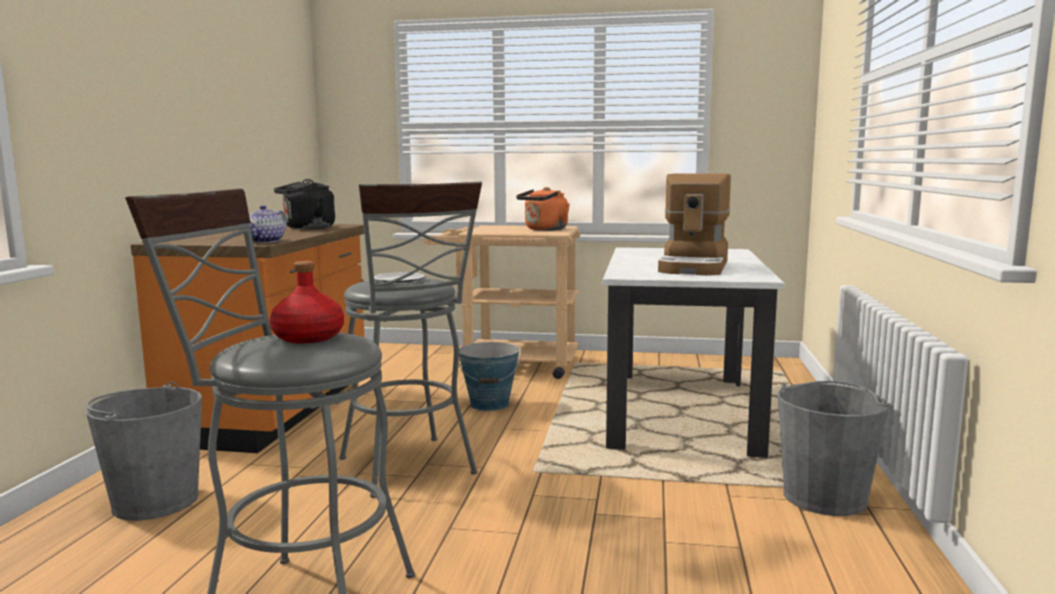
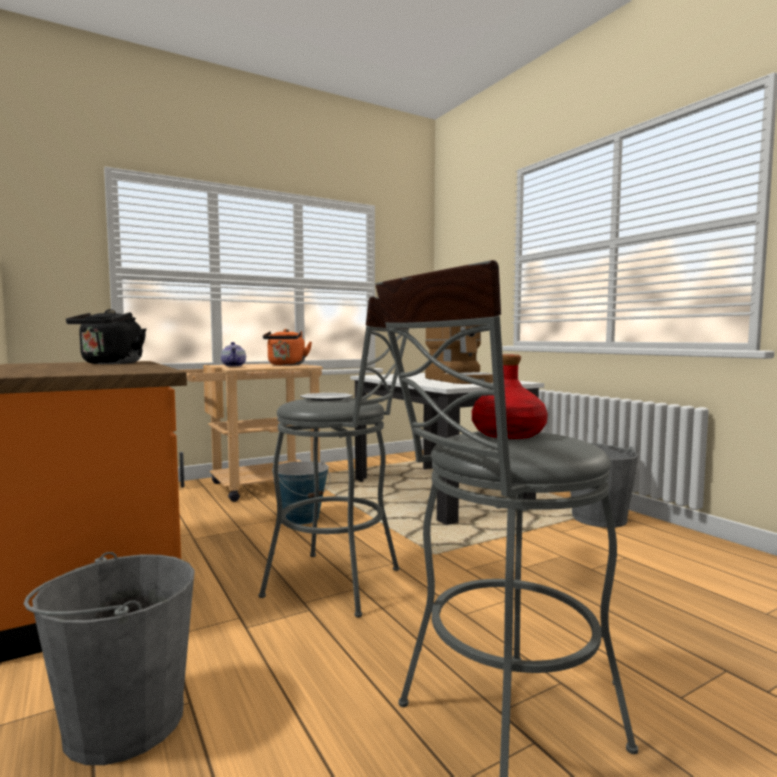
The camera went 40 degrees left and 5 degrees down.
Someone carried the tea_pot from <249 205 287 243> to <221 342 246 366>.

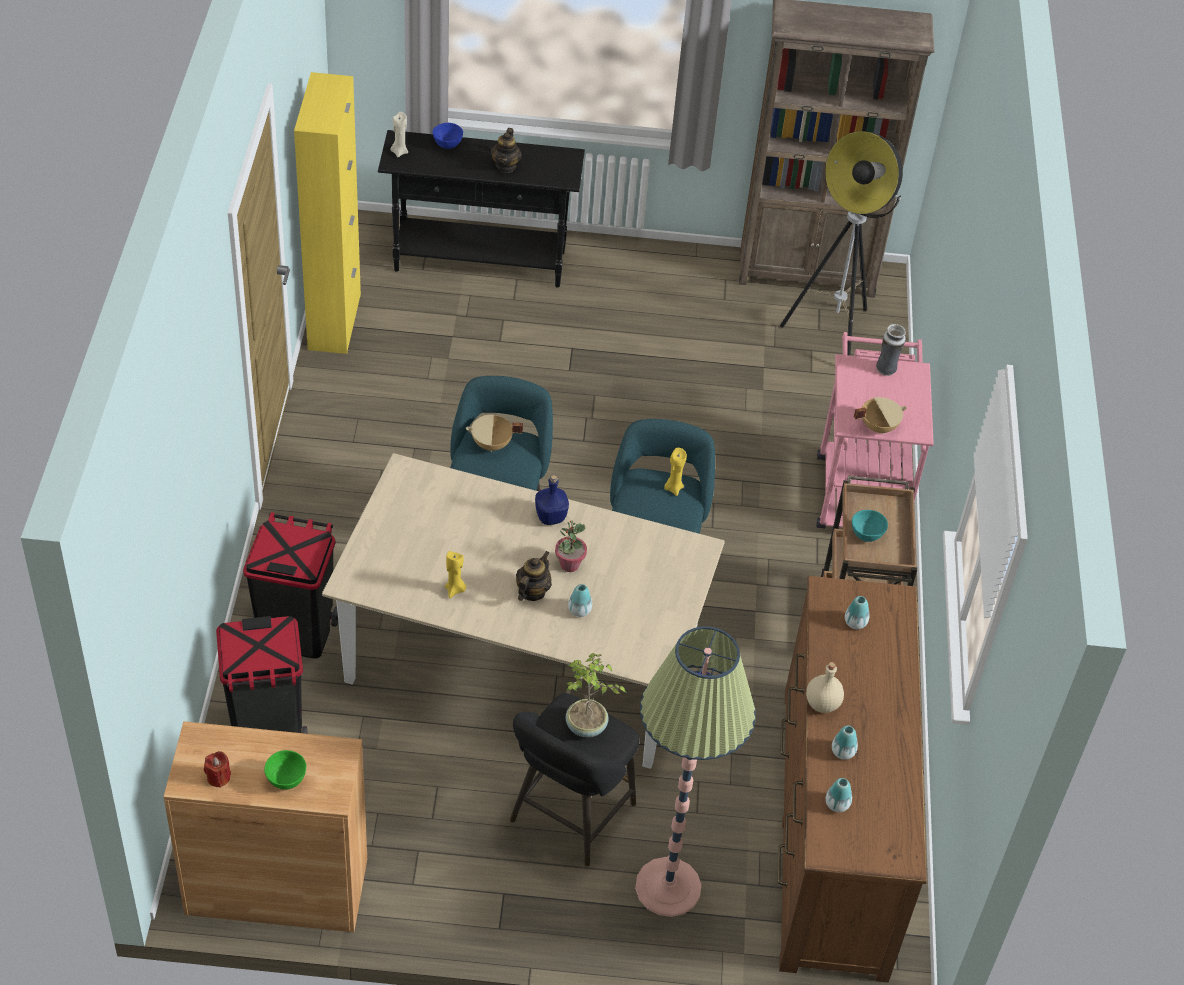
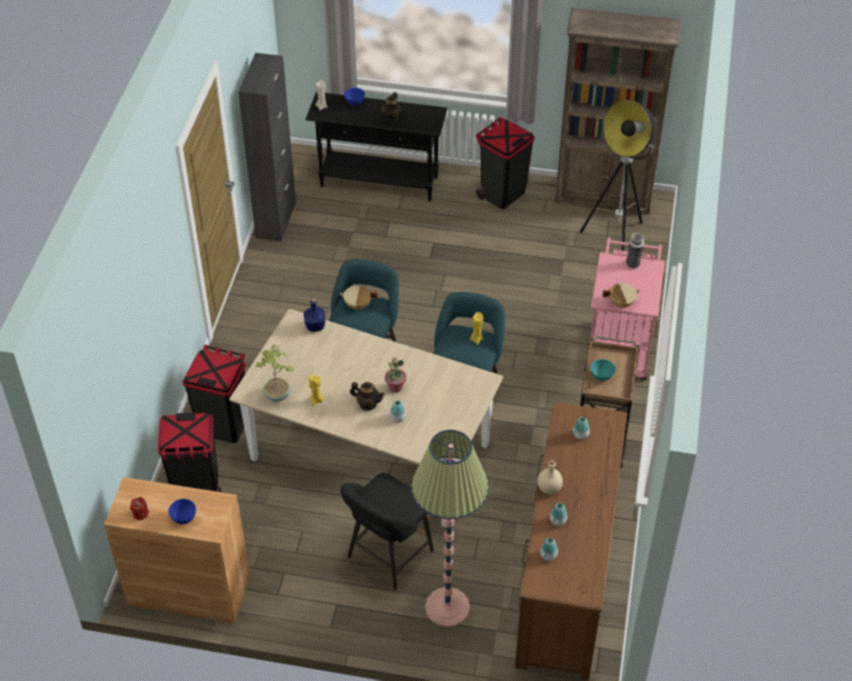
The camera went 10 degrees right and 0 degrees up.
Someone repainted the green_bowl at <264 750 306 790>, which became the blue_bowl at <168 499 196 524>.
Someone repainted the yellow_cabinet at <294 72 361 354>, which became the black-coloured_cabinet at <238 53 296 242>.
Someone rotated the tea_pot at <516 551 552 601> by 75 degrees clockwise.
Someone carried the blue_beverage_bottle from <535 475 569 525> to <304 298 325 332>.
Someone carried the plant_in_a_pot from <565 653 626 738> to <256 345 294 401>.
Someone put down the black-coloured_trash_can at <476 117 535 209>.

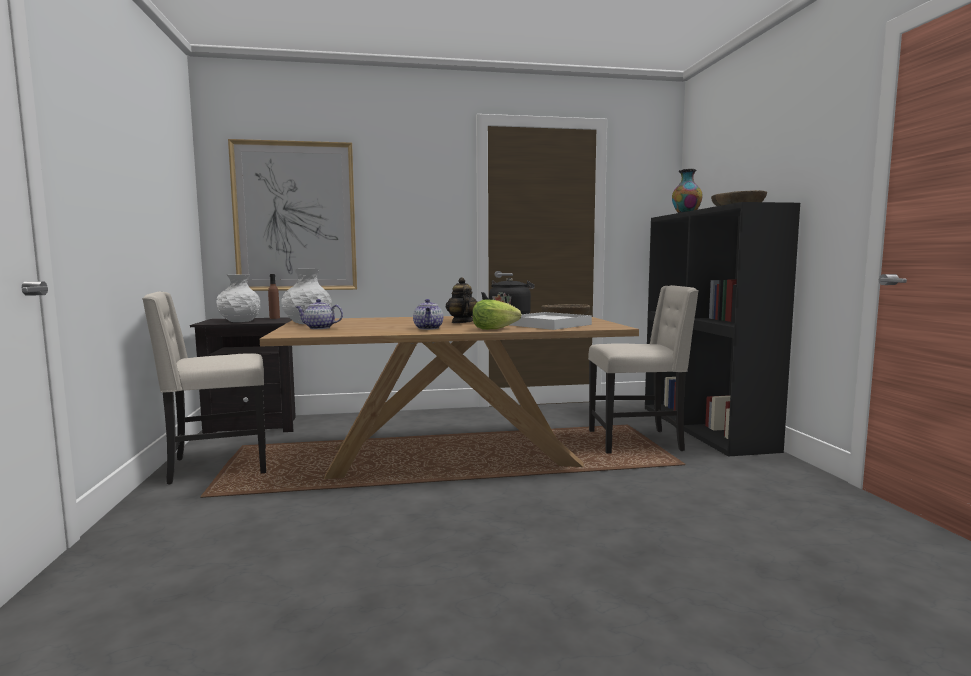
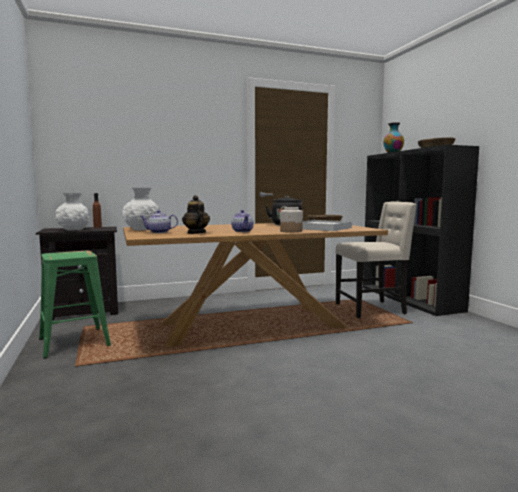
The camera went 10 degrees left and 0 degrees up.
Someone swapped the beige-coloured_upright_chair at <142 291 266 484> for the green_stool at <39 251 111 359>.
Someone took away the picture at <228 139 357 291>.
Someone carried the tea_pot from <446 277 477 323> to <182 195 210 234>.
Someone swapped the lettuce_head at <472 299 521 330> for the jar at <280 207 303 233>.

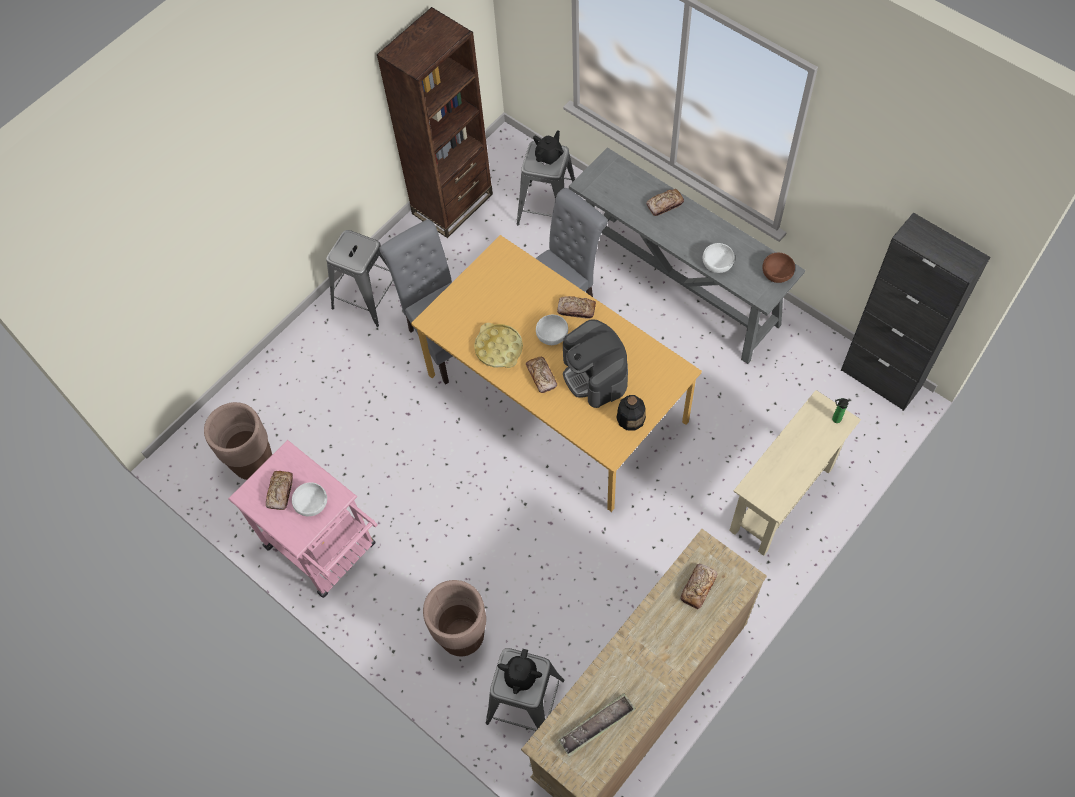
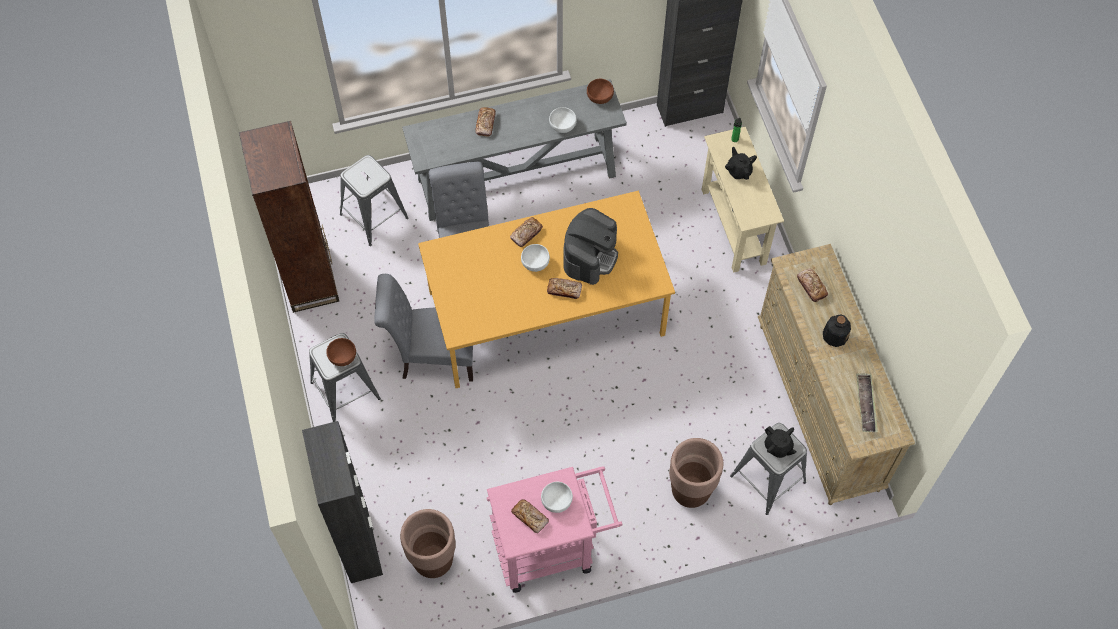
The camera went 60 degrees left and 0 degrees up.
Someone took away the yellow_serving_tray at <474 323 523 368>.
Someone carried the black-coloured_tea_pot from <533 130 564 165> to <725 147 757 180>.
Someone rotated the coffee_maker at <563 320 628 408> by 75 degrees counterclockwise.
Someone carried the beverage_bottle from <617 395 646 430> to <823 314 851 347>.
Someone put down the black-coloured_cabinet at <302 421 383 583>.
Someone put down the brown_bowl at <326 338 356 366>.

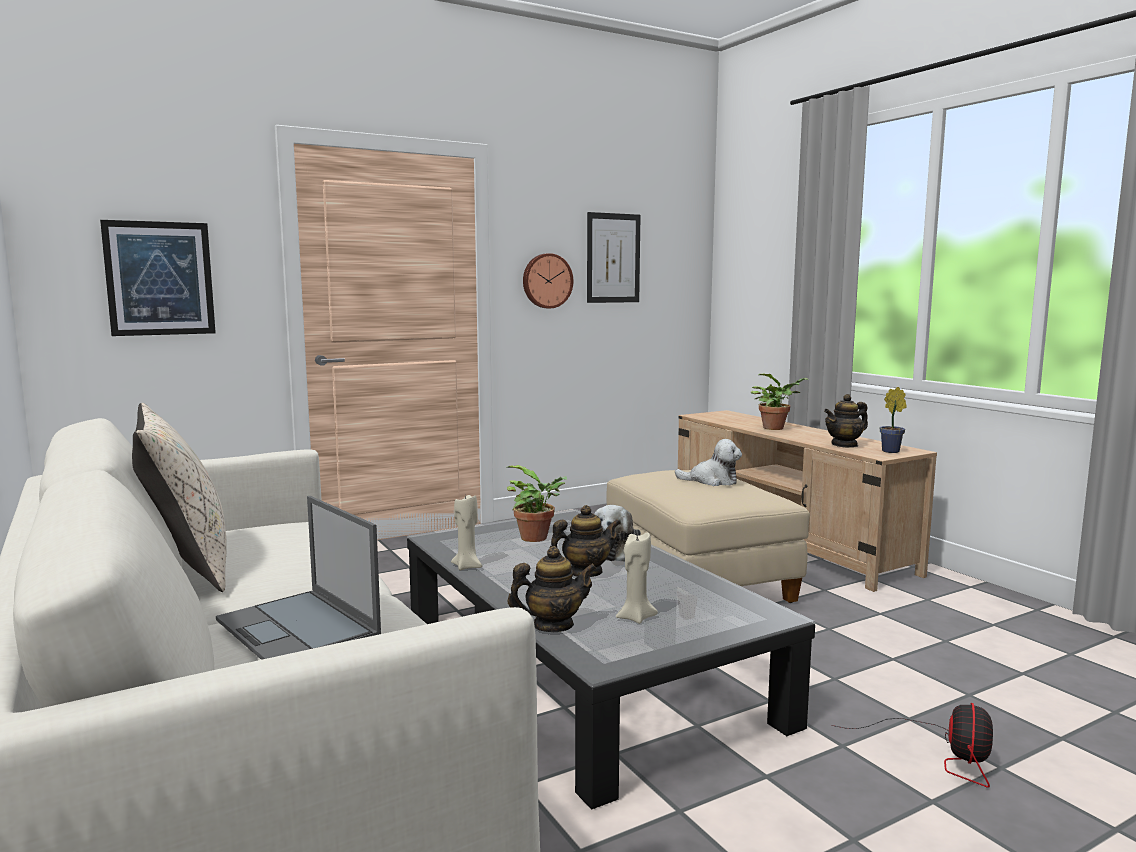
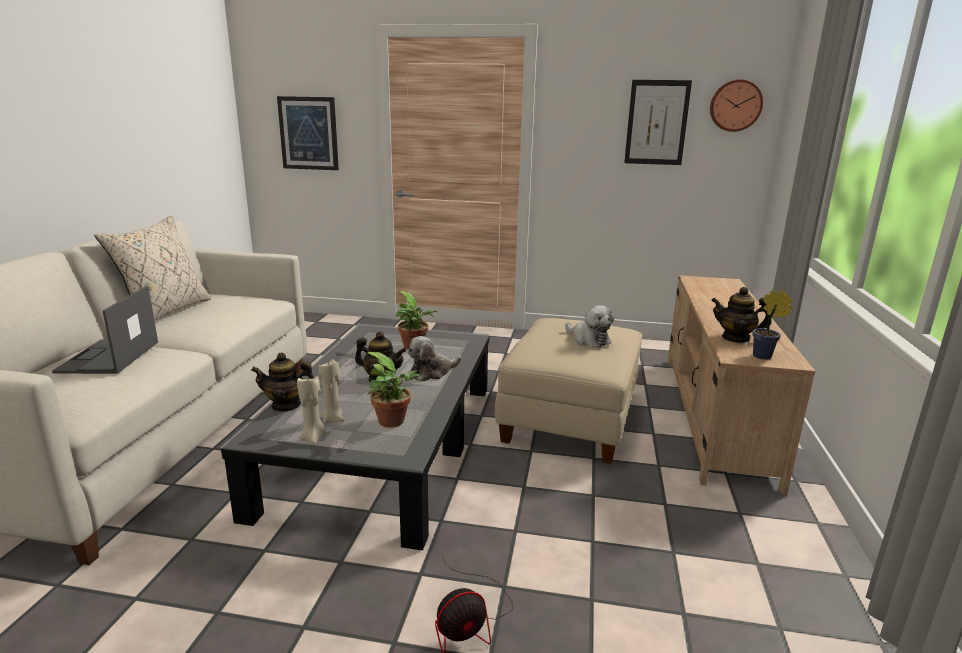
The camera went 40 degrees right and 10 degrees up.
Someone carried the beige-coloured_candle from <451 495 482 570> to <297 374 326 445>.
Someone rotated the tea_pot at <508 546 597 632> by 150 degrees clockwise.
Someone carried the wall_clock from <523 253 573 309> to <710 80 763 132>.
Someone carried the plant_in_a_pot from <751 373 809 430> to <367 352 420 428>.

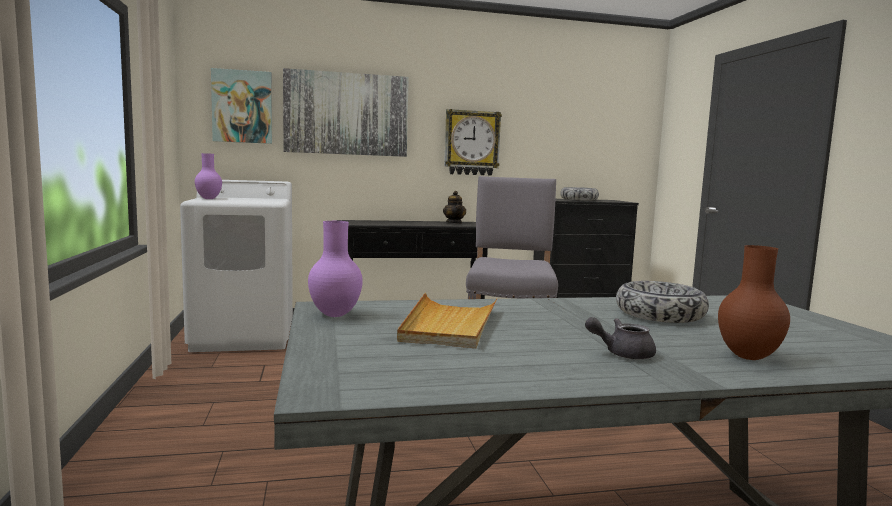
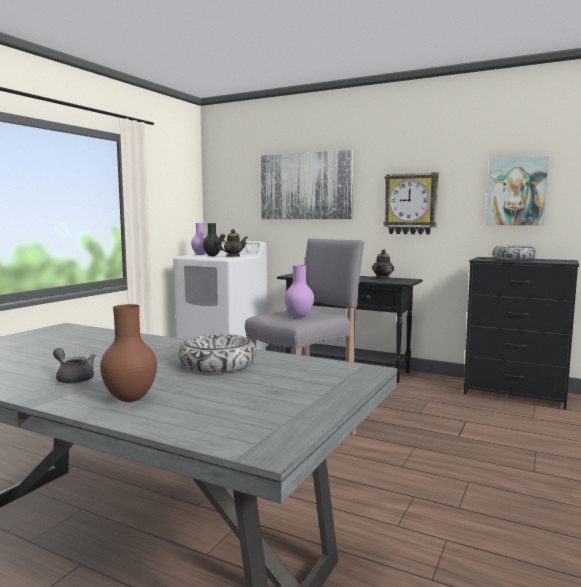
The camera went 40 degrees right and 0 degrees up.
Someone carried the picture from <211 68 272 144> to <486 156 549 226>.
Someone carried the purple-coloured_vase from <308 221 363 317> to <285 265 314 318>.
Someone took away the beige-coloured_serving_tray at <397 293 498 348>.
Someone put down the black-coloured_vase at <203 223 220 256>.
Someone put down the tea_pot at <218 229 248 256>.

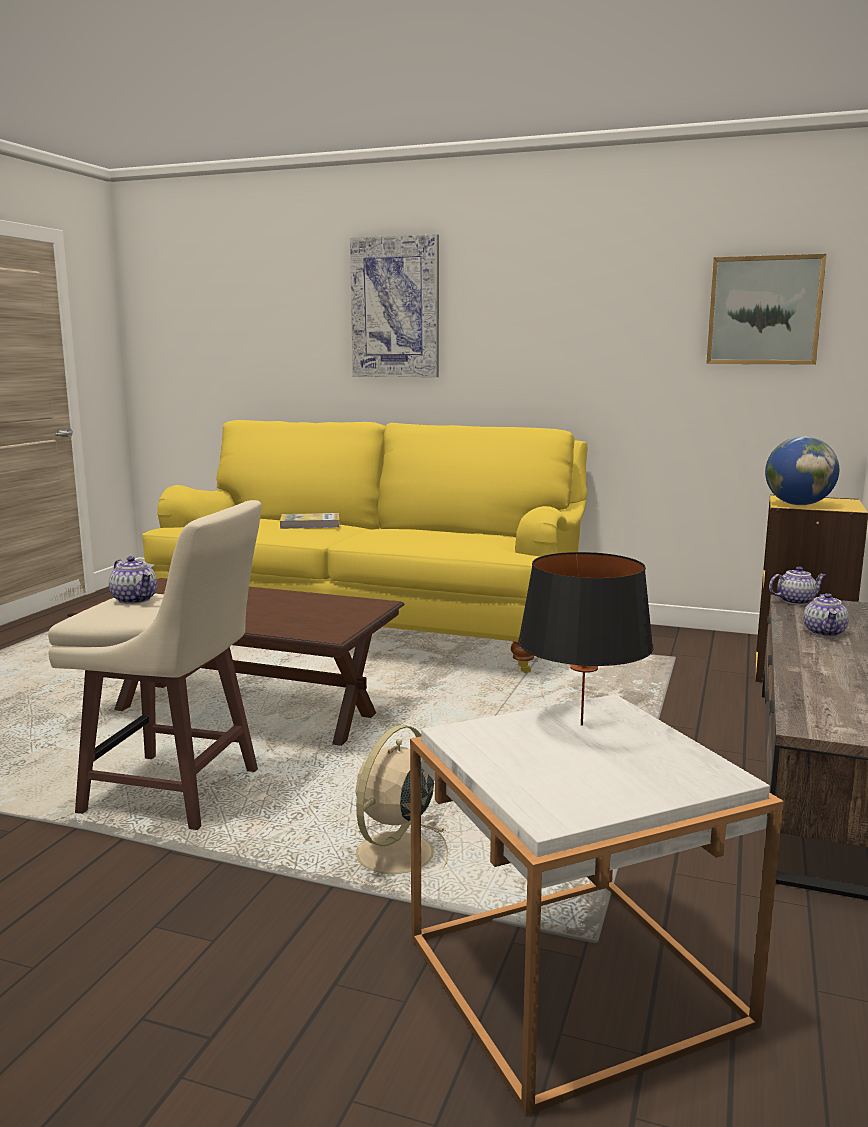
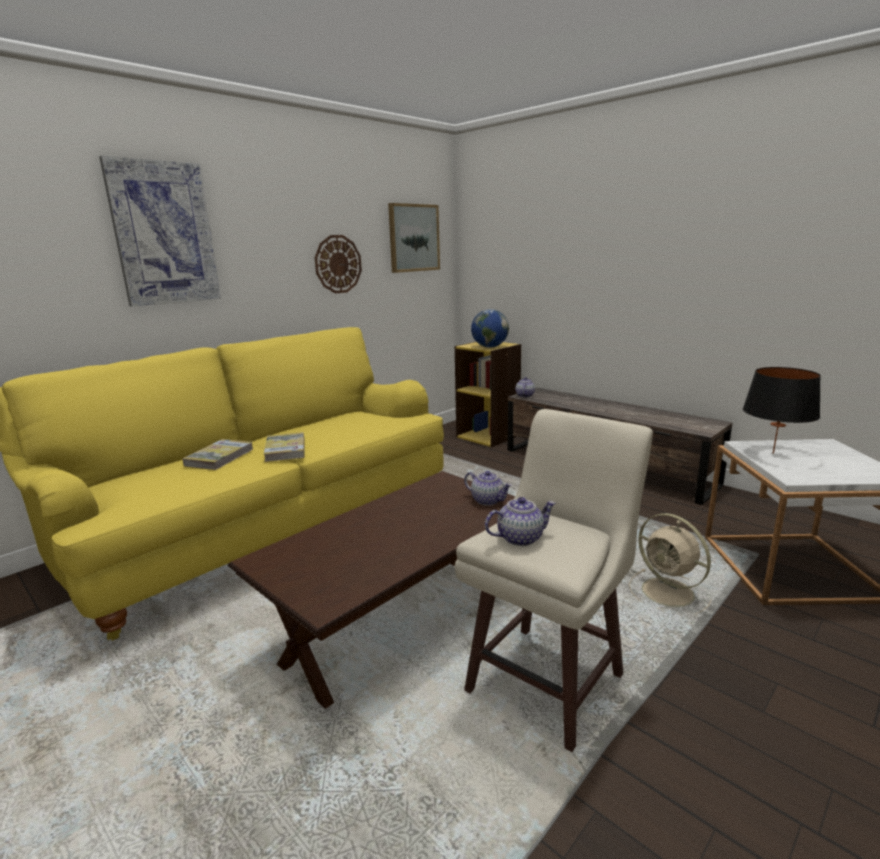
The camera went 65 degrees left and 5 degrees up.
Someone carried the tea_pot from <804 593 849 637> to <464 471 512 506>.
Someone put down the book at <264 432 305 462>.
Someone put up the wall_clock at <315 235 362 293>.

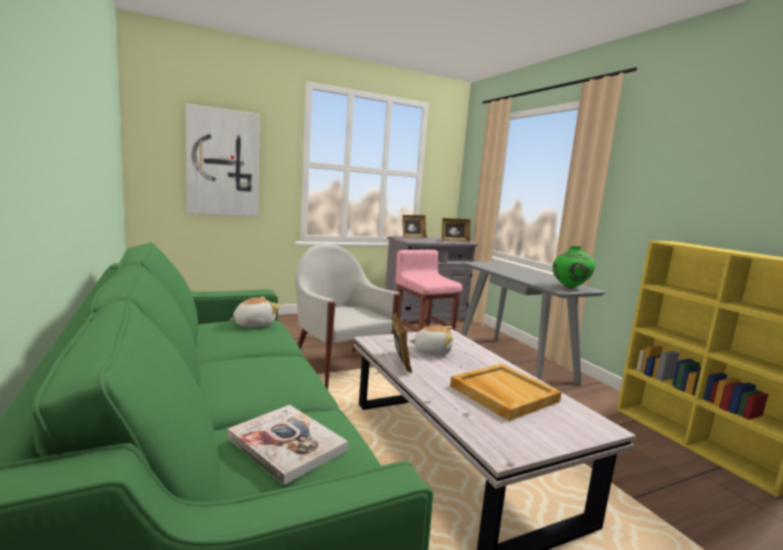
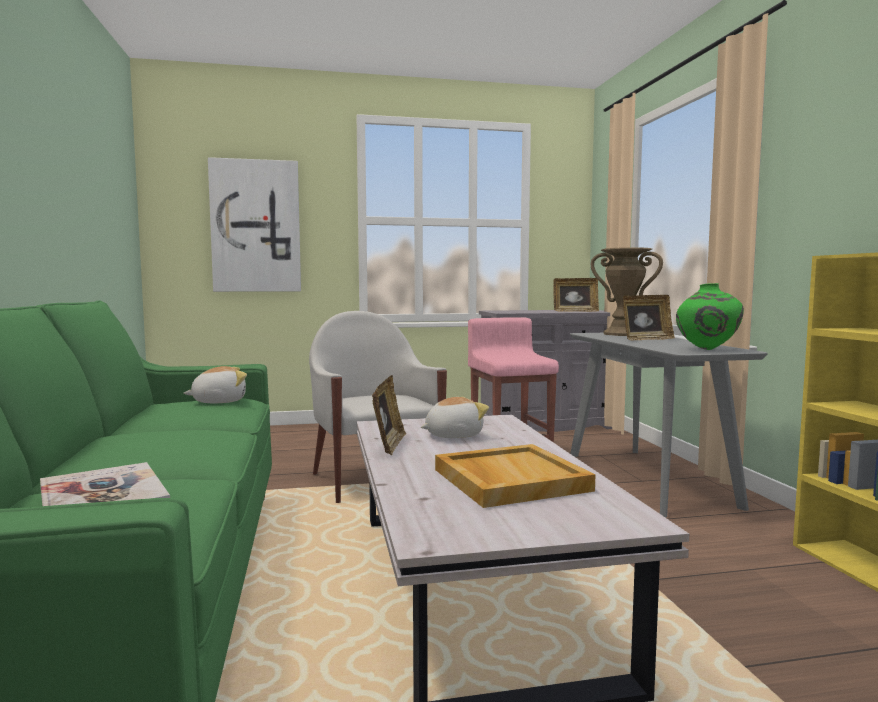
The camera went 15 degrees right and 5 degrees down.
Someone carried the standing_frame from <402 215 427 238> to <623 295 675 340>.
Someone rotated the cuddly_toy at <409 325 453 355> by 45 degrees counterclockwise.
Someone put down the brown_vase at <590 247 663 336>.

